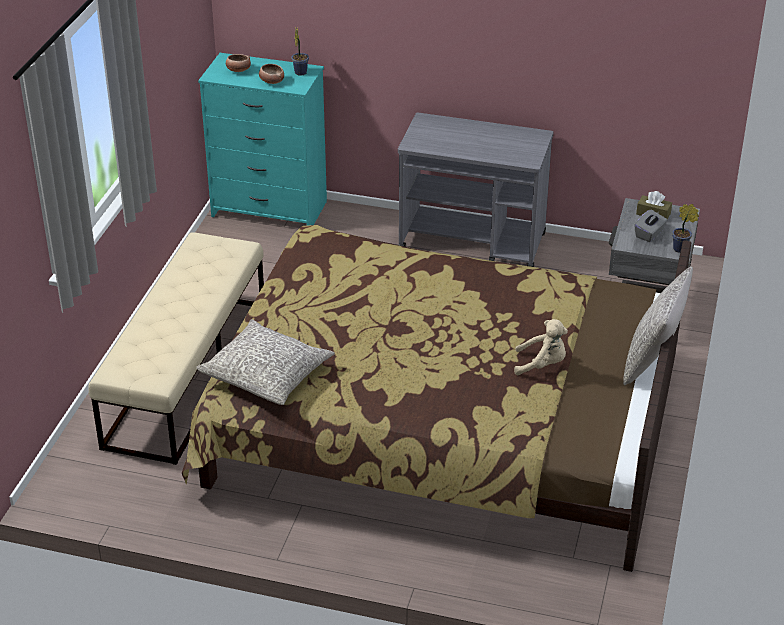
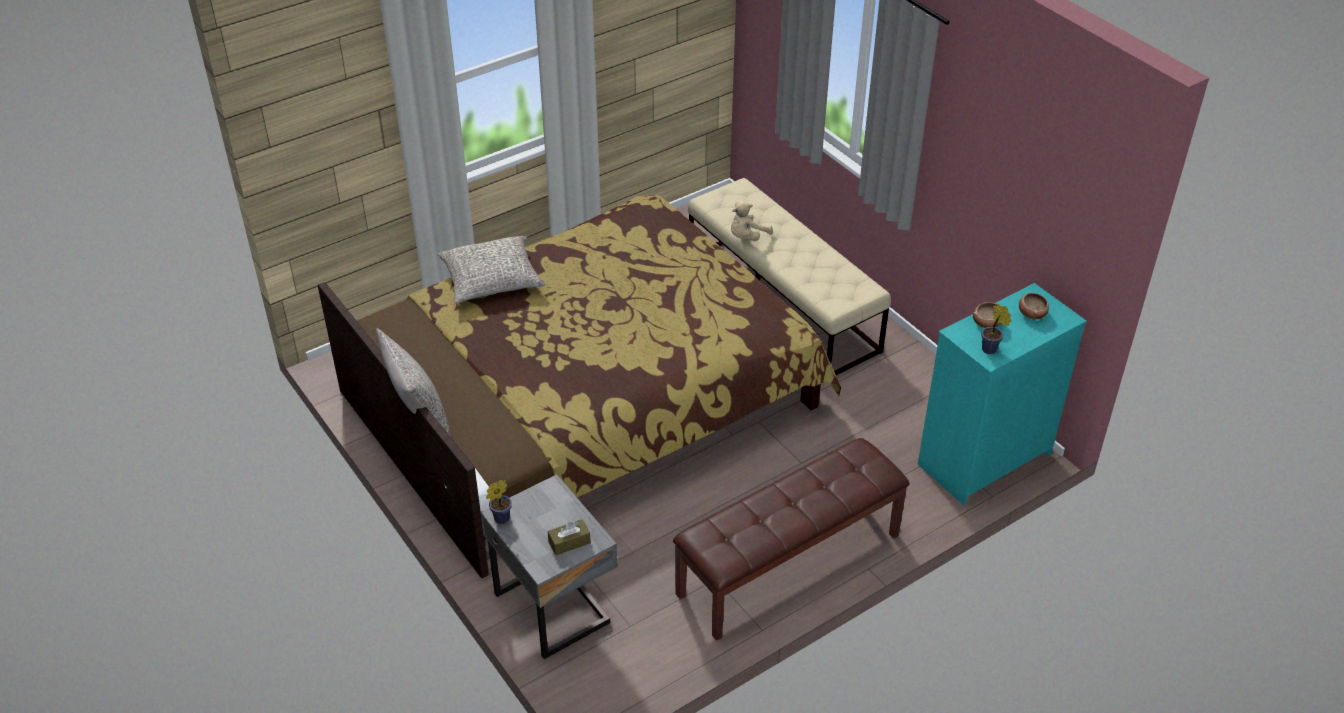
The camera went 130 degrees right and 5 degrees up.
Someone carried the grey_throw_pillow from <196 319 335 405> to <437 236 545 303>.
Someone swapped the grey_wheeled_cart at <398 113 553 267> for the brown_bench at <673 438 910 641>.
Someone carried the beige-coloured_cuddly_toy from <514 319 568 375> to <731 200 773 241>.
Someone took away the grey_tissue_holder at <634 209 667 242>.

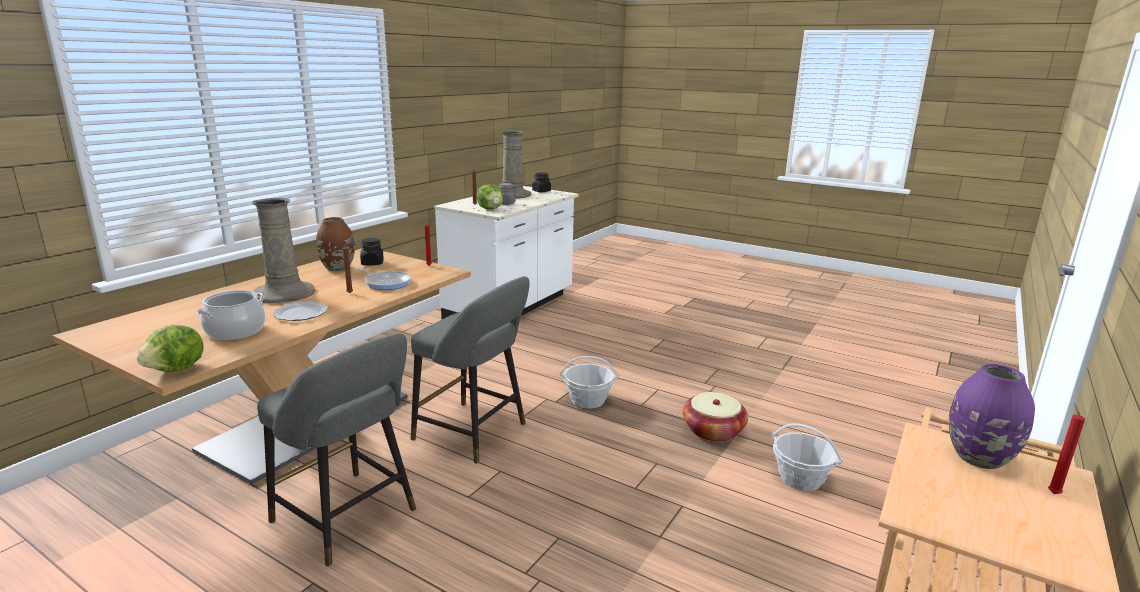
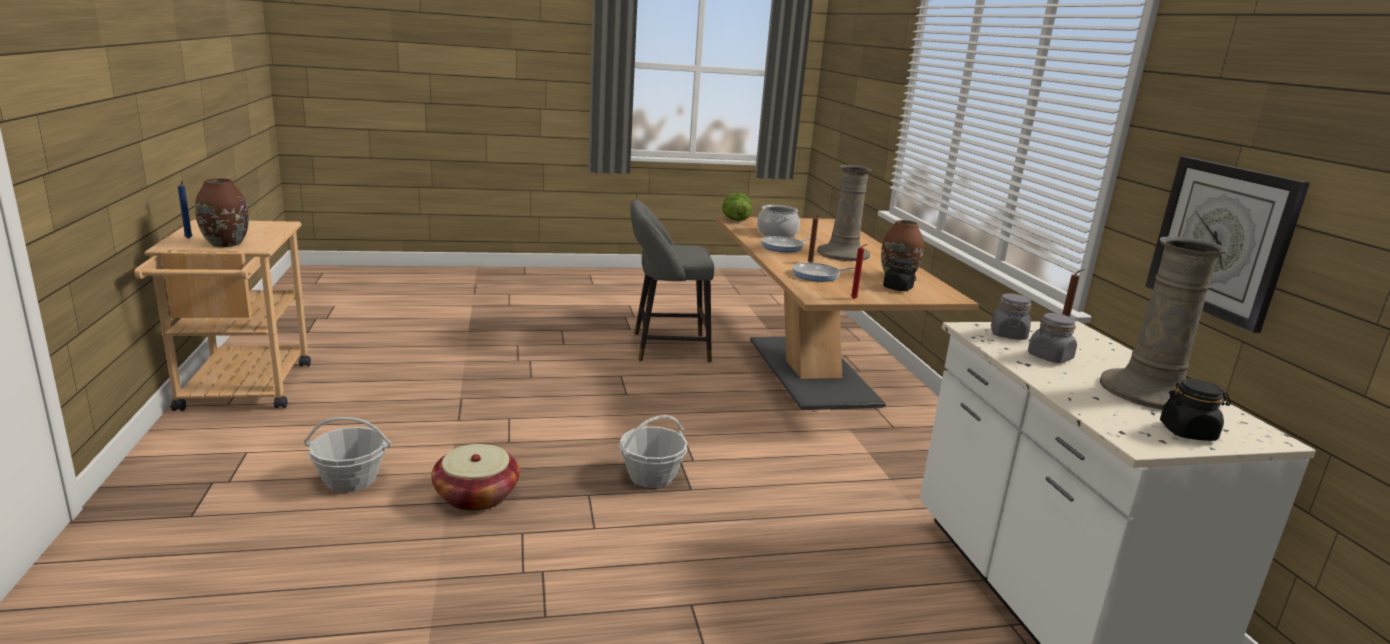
The camera went 135 degrees right and 0 degrees up.
Someone swapped the plate at <273 301 328 321> for the frying_pan at <761 236 819 252>.
Someone took away the grey_stool at <411 276 530 464>.
Someone swapped the lettuce_head at <477 184 504 210> for the grey_jar at <991 293 1032 340>.
Someone repainted the purple-coloured_vase at <949 364 1035 469>, which became the brown_vase at <195 178 249 247>.
Someone repainted the red_candle at <1048 403 1085 494>, which became the blue_candle at <178 181 192 239>.
Someone put up the wall_clock at <1145 156 1310 333>.

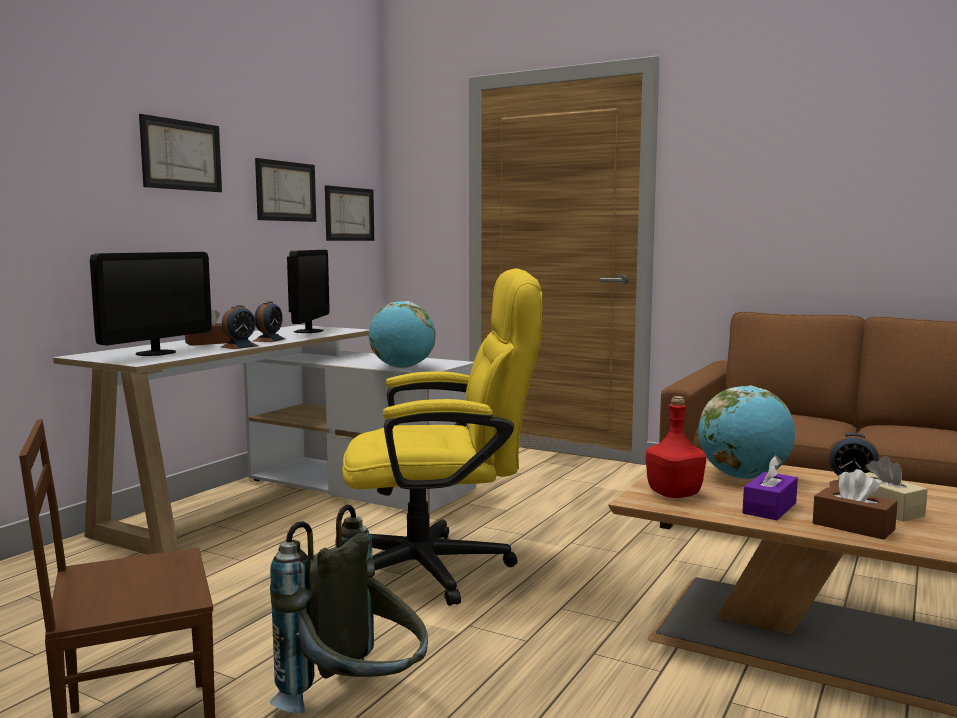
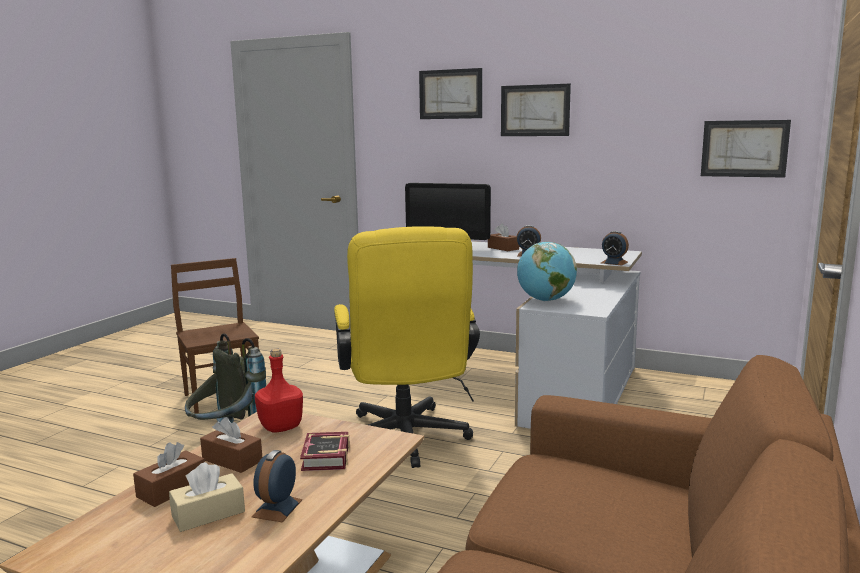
The camera went 85 degrees right and 5 degrees up.
Someone carried the alarm_clock from <221 305 258 349> to <601 231 629 266>.
Someone carried the picture from <255 158 316 222> to <419 68 482 119>.
Someone took away the computer_screen at <287 250 329 333>.
Someone swapped the desk_globe at <698 385 795 479> for the book at <300 432 350 471>.
Someone repainted the purple-coloured_tissue_holder at <742 455 798 520>, which became the brown_tissue_holder at <200 417 262 473>.

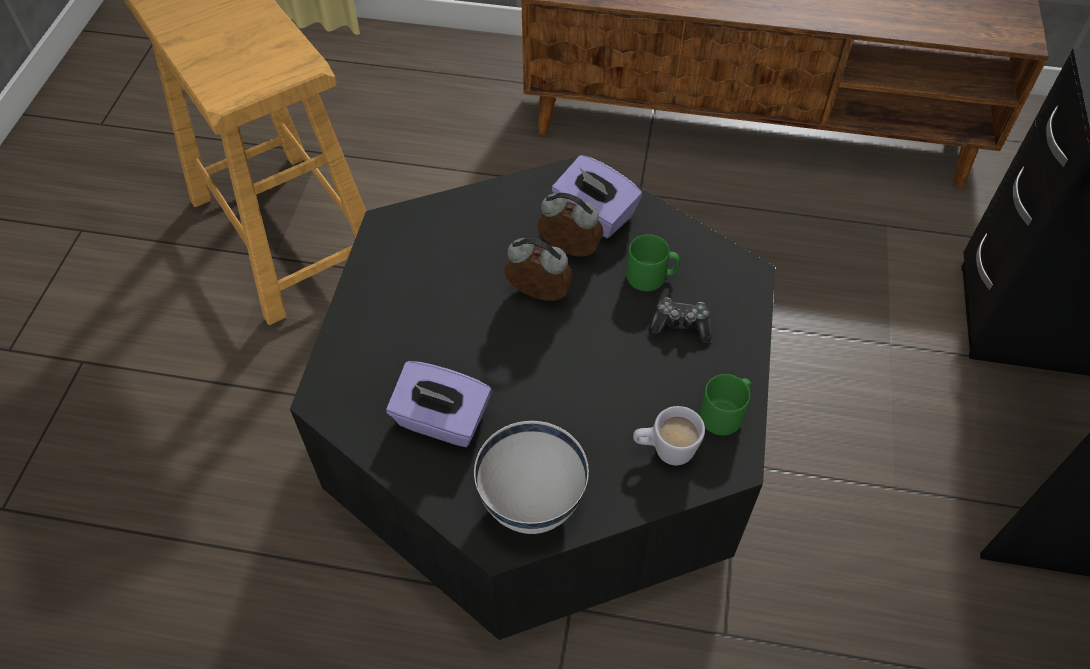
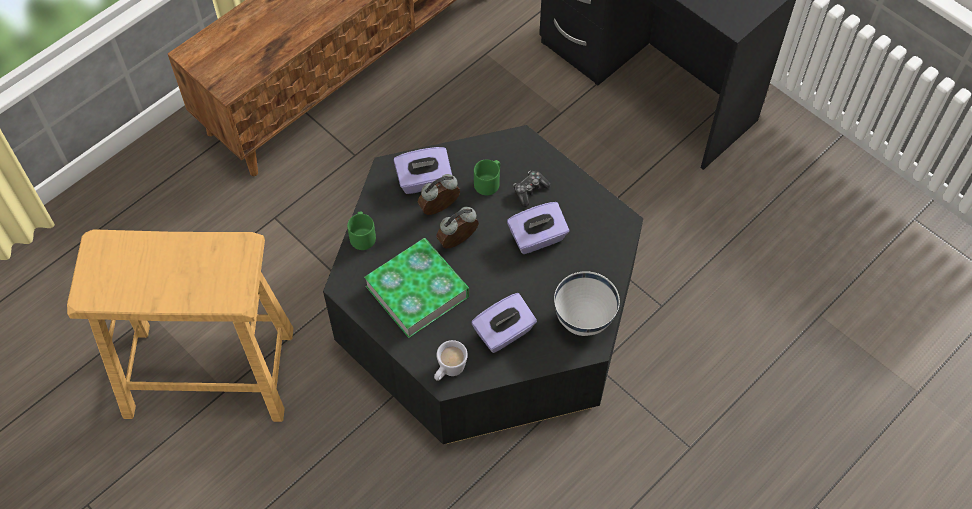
The camera went 55 degrees left and 5 degrees up.
Someone carried the white_coffee_mug from <633 406 705 465> to <434 340 468 381>.
Someone carried the green_coffee_mug from <699 374 751 435> to <347 211 376 250>.
Someone put down the book at <364 238 469 338>.
Someone put down the purple-coloured_tissue_holder at <507 202 569 254>.

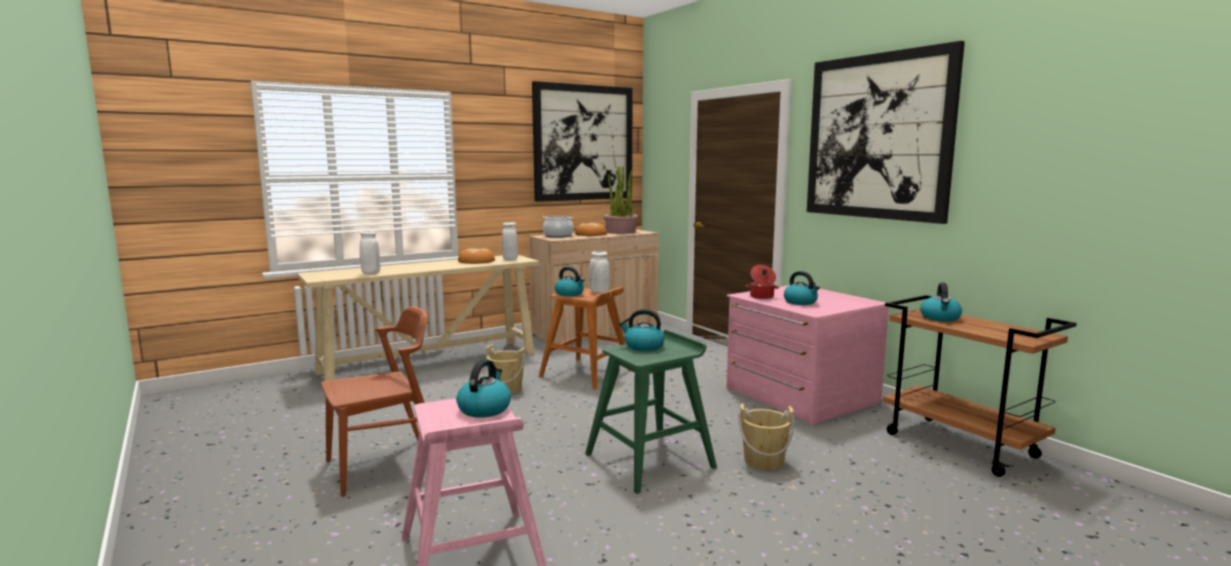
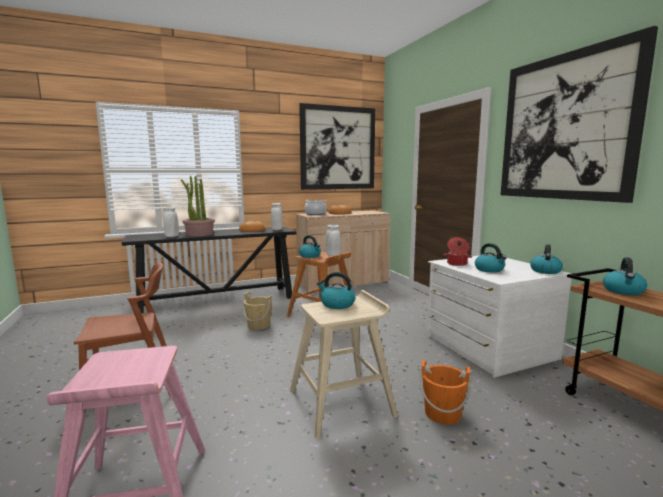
The camera went 10 degrees right and 0 degrees up.
Someone repainted the beige-coloured_narrow_table at <297 255 539 381>, which became the black-coloured_narrow_table at <122 226 296 313>.
Someone carried the water_kettle from <456 359 511 418> to <530 244 563 274>.
Someone repainted the green_stool at <585 330 717 494>, which became the beige-coloured_stool at <290 290 398 439>.
Someone carried the plant_in_a_pot from <603 166 638 234> to <181 176 215 236>.
Someone repainted the pink_chest_of_drawers at <726 285 889 425>, which became the white_chest_of_drawers at <427 256 571 378>.
Someone repainted the beige-coloured_bucket at <738 403 794 470>, which became the orange_bucket at <419 360 472 425>.

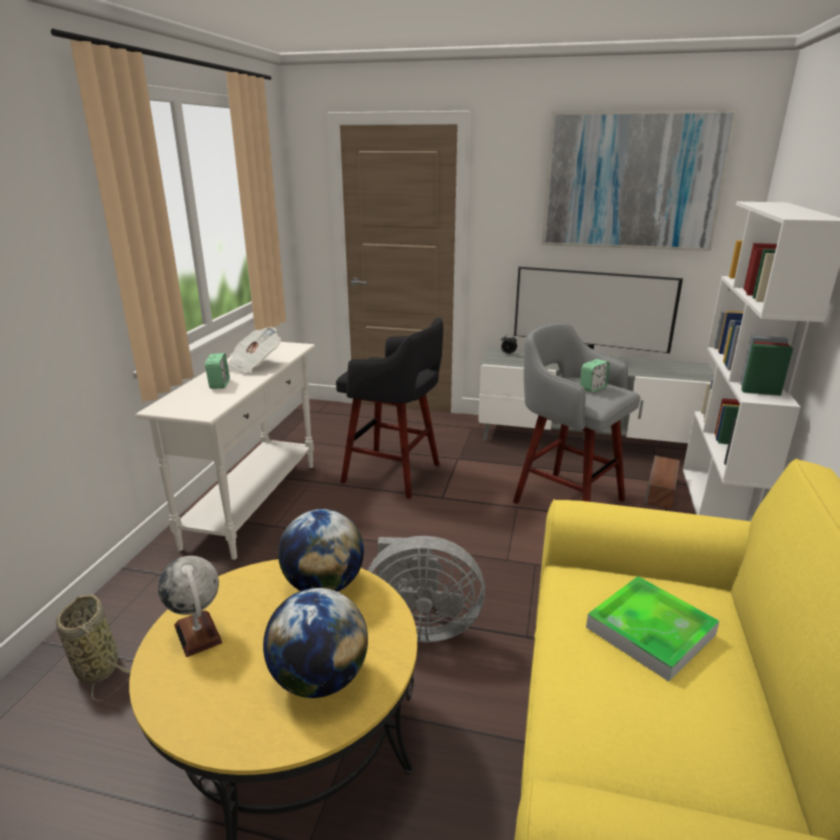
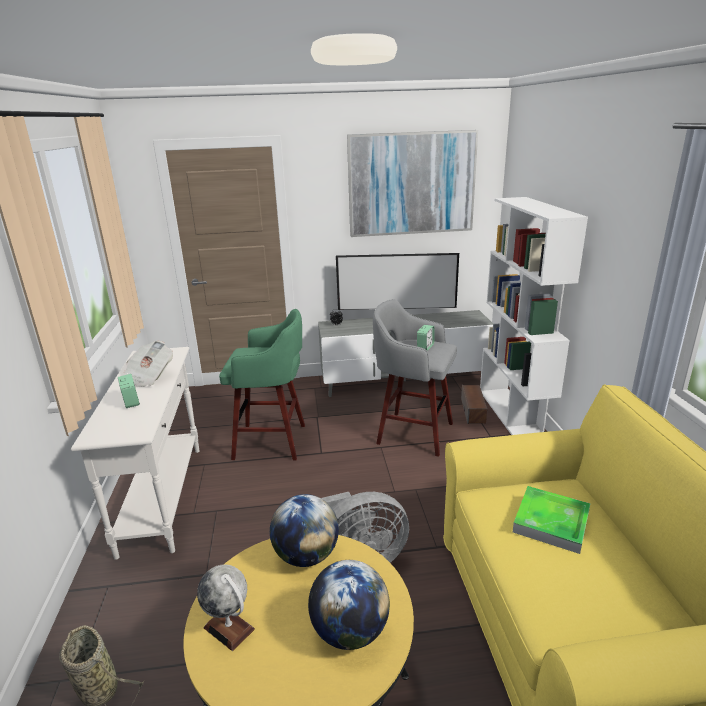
The camera went 20 degrees left and 0 degrees up.
Someone repainted the black-coloured_stool at <336 318 443 499>, which became the green_stool at <219 309 305 460>.

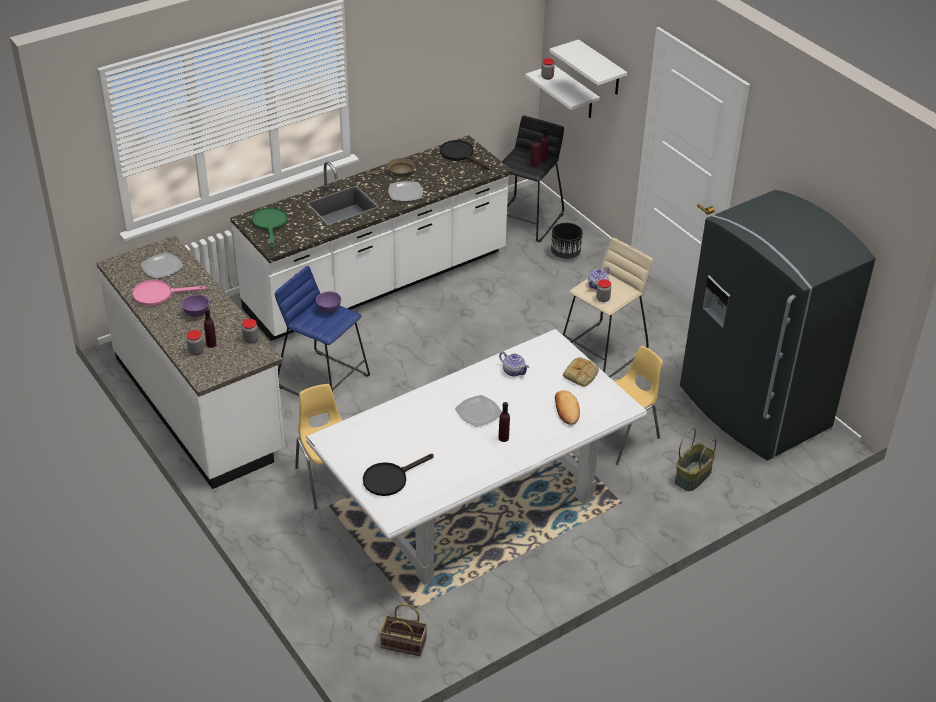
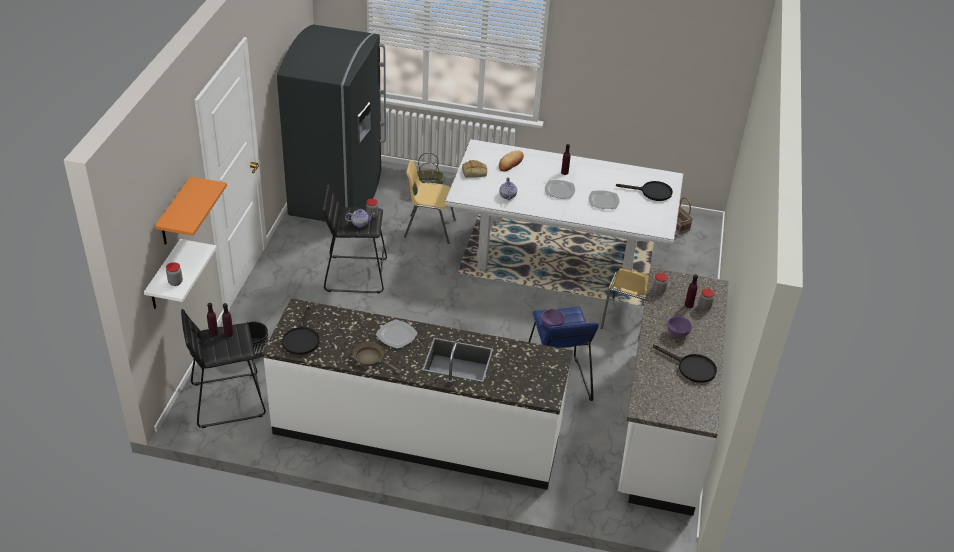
The camera went 135 degrees left and 0 degrees up.
Someone repainted the pink_frying_pan at <132 280 206 306>, which became the black-coloured_frying_pan at <653 345 717 383>.
Someone carried the plate from <141 252 183 279> to <589 190 620 209>.
Someone took away the green_frying_pan at <252 207 288 248>.
Someone repainted the white_bracket_shelf at <550 39 627 95>, which became the orange_bracket_shelf at <155 176 227 245>.
Someone repainted the beige-coloured_stool at <563 238 653 377>, which became the black-coloured_stool at <323 184 387 293>.

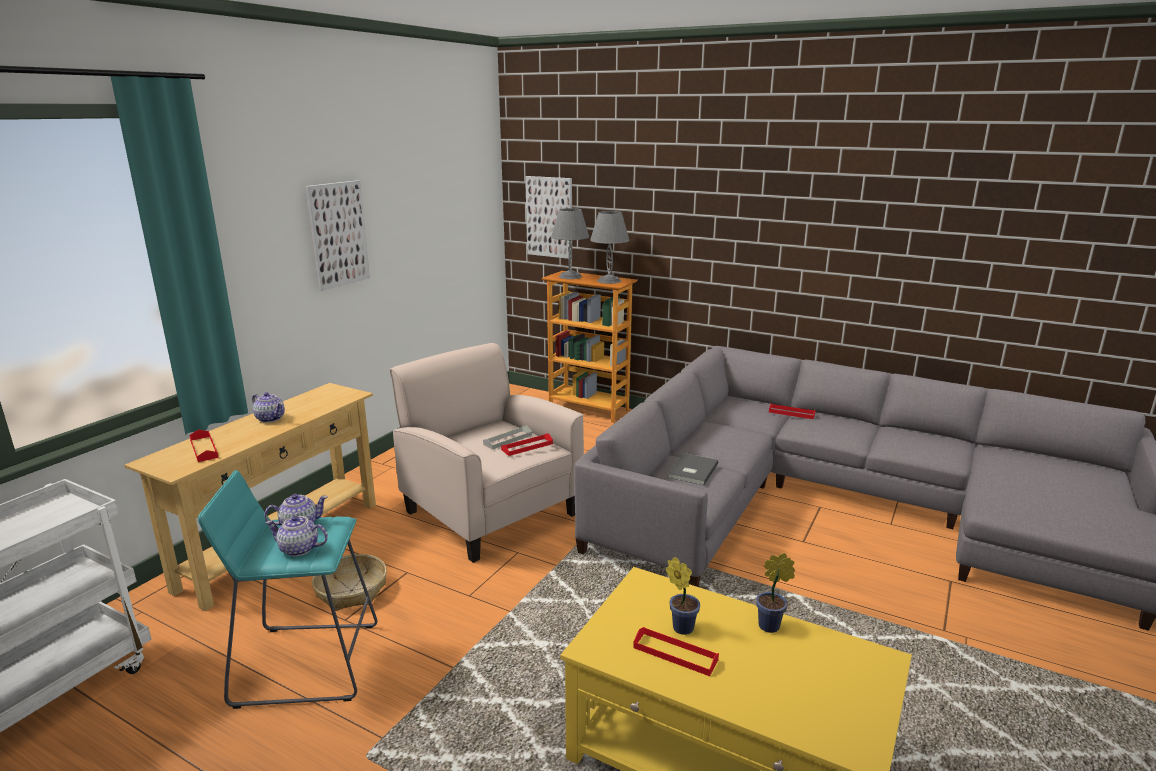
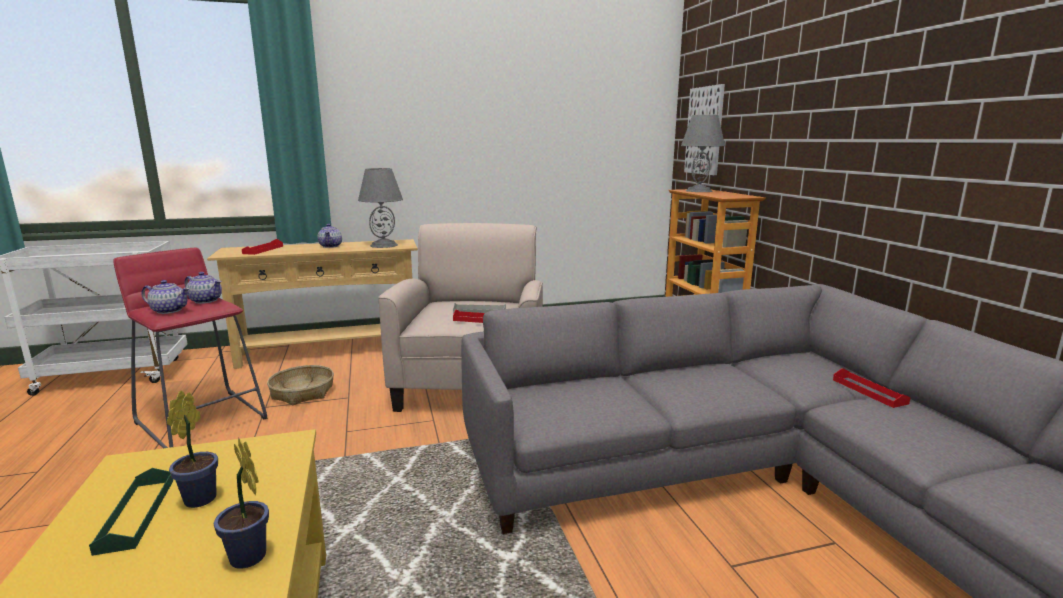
The camera went 45 degrees right and 5 degrees down.
Someone repainted the turquoise-coloured_stool at <198 470 377 709>, which became the red_stool at <113 248 267 448>.
Someone rotated the tea_pot at <265 515 328 556> by 135 degrees clockwise.
Someone took away the picture at <305 180 370 291>.
Someone carried the grey_table_lamp from <590 211 629 284> to <358 168 403 248>.
Someone repainted the red_serving_tray at <633 627 719 676>, which became the green_serving_tray at <89 468 173 556>.
Someone took away the grey_book at <668 453 718 486>.

